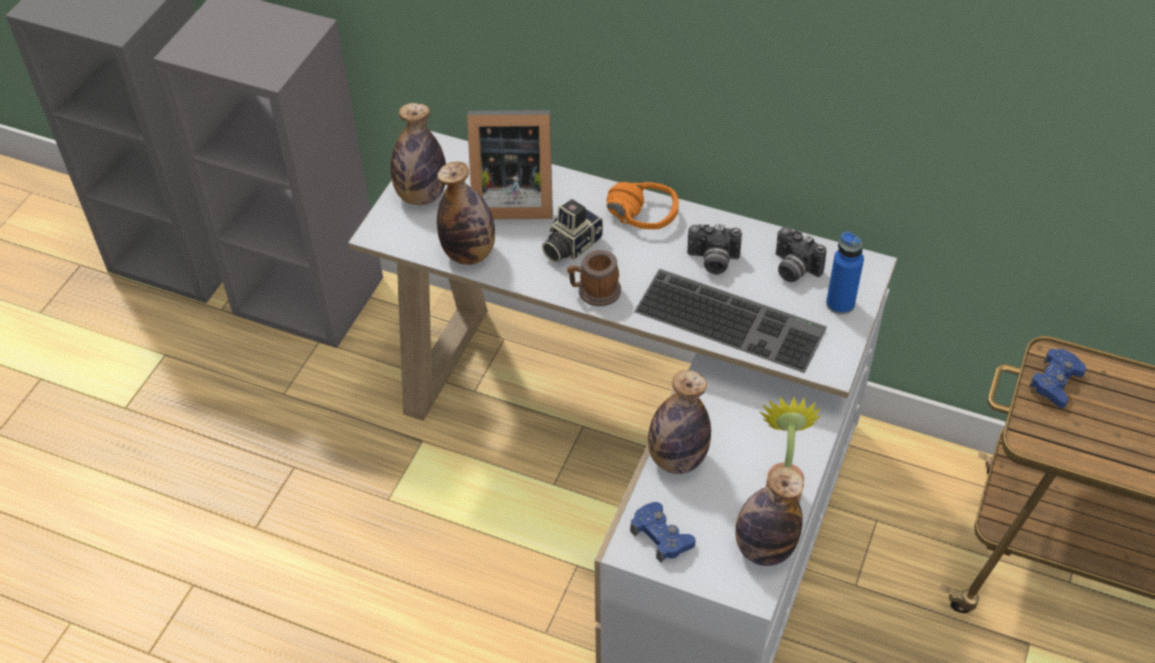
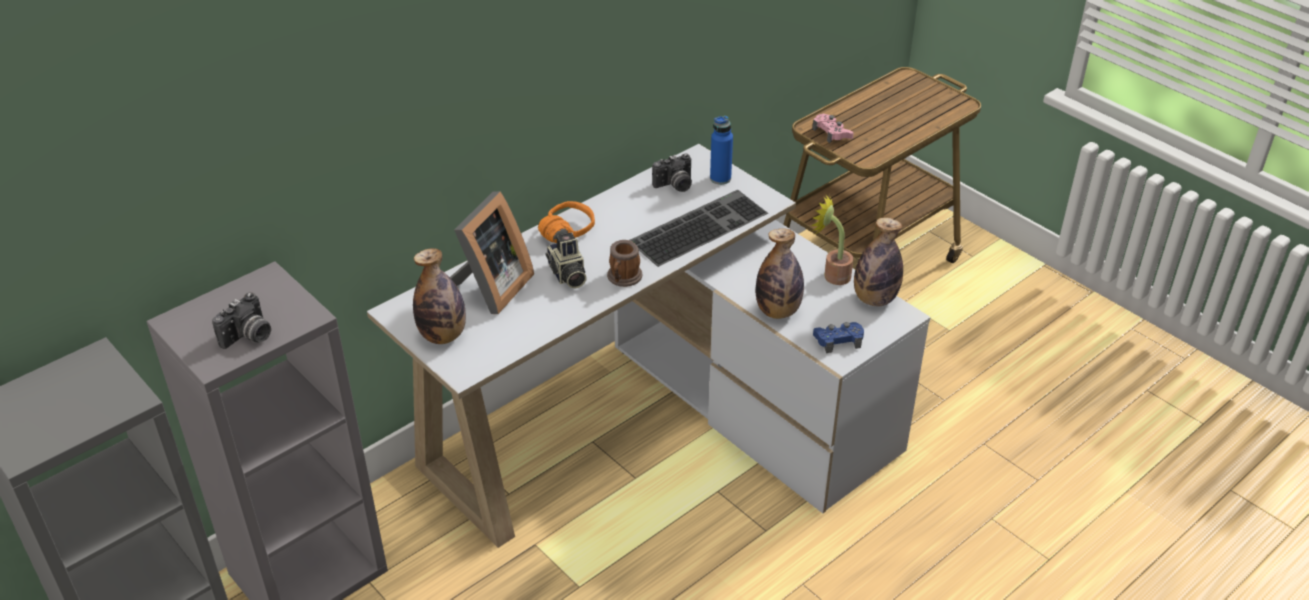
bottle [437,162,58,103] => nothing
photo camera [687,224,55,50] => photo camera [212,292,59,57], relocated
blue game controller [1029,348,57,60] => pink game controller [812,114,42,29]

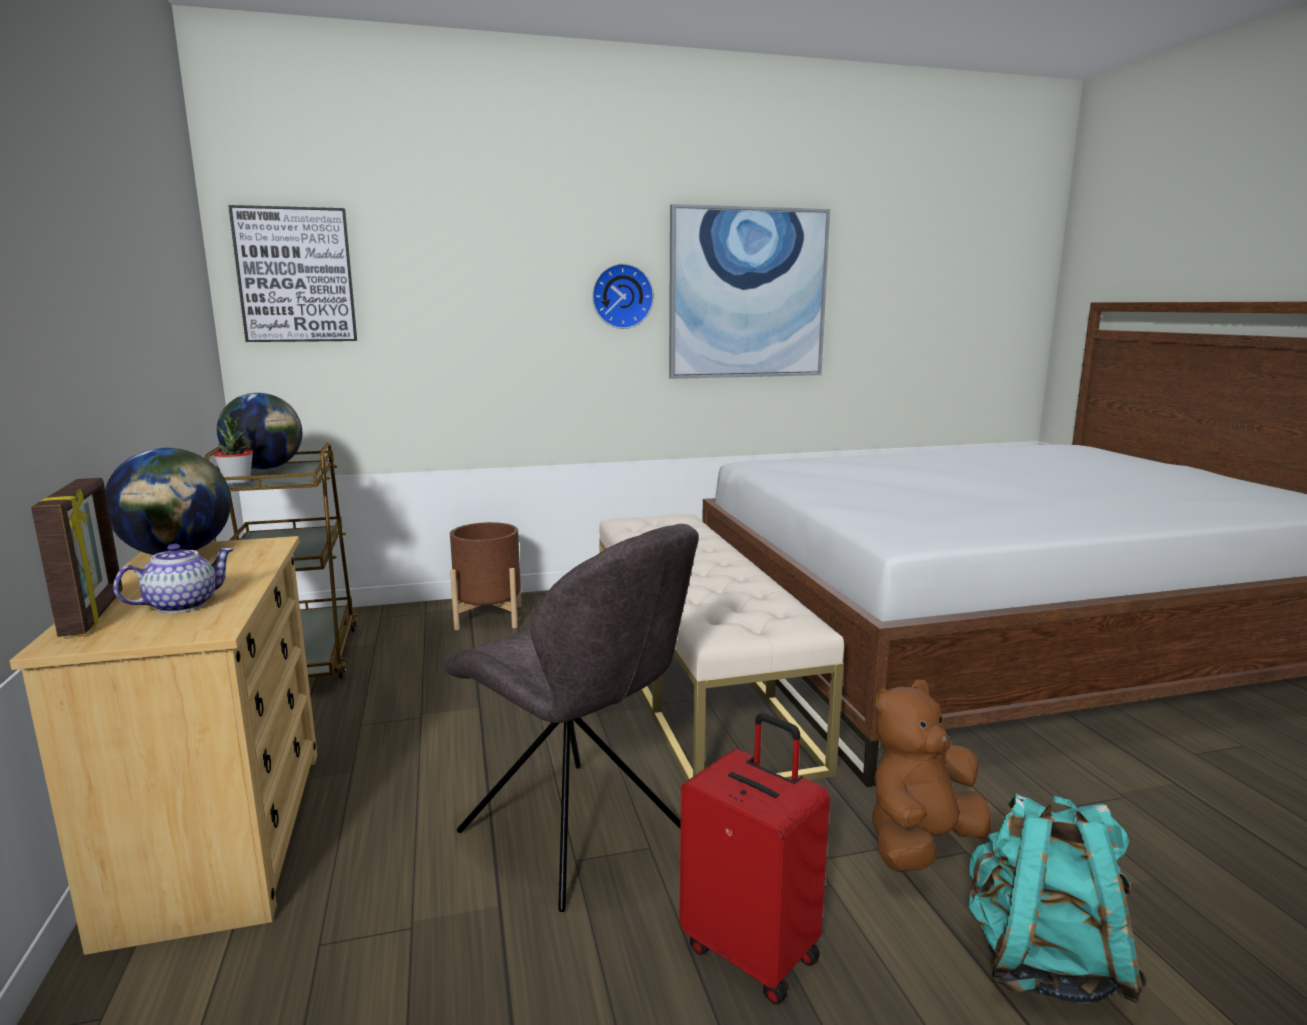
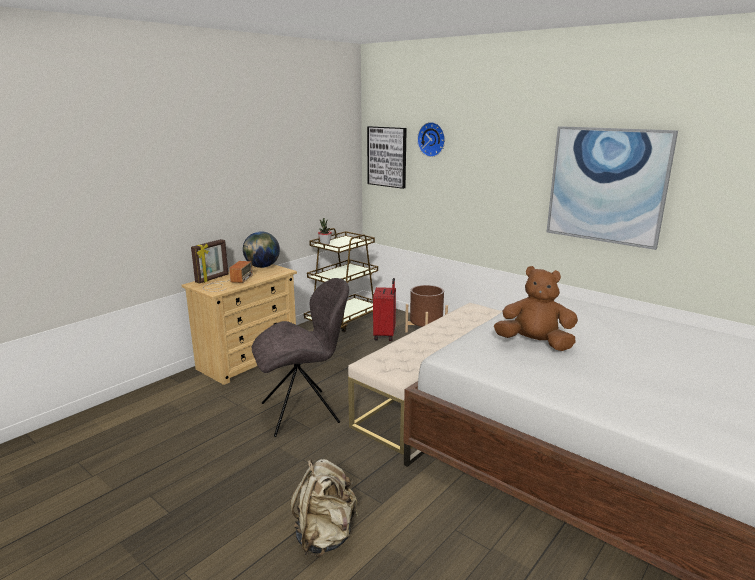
wall clock [592,263,62,66] => wall clock [417,122,28,35], relocated
globe [217,393,85,77] => nothing
grey chair [443,524,256,388] => grey chair [252,278,97,159], 120 degrees counterclockwise
teapot [113,544,121,69] => radio [203,261,50,31]
brown plush toy [872,679,119,193] => brown plush toy [494,266,84,85], relocated
red suitcase [679,713,151,292] => red suitcase [373,278,23,63], relocated
turquoise backpack [968,793,180,211] => beige backpack [290,459,68,98]

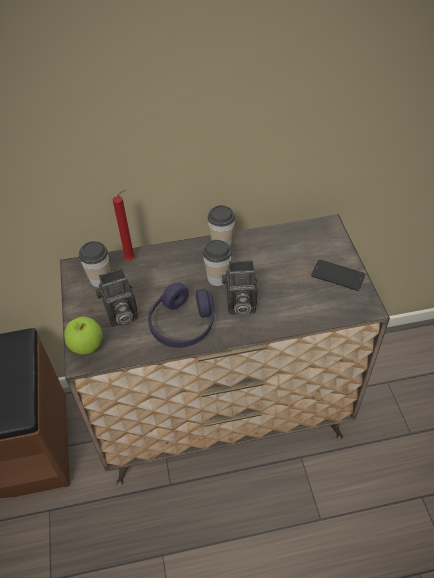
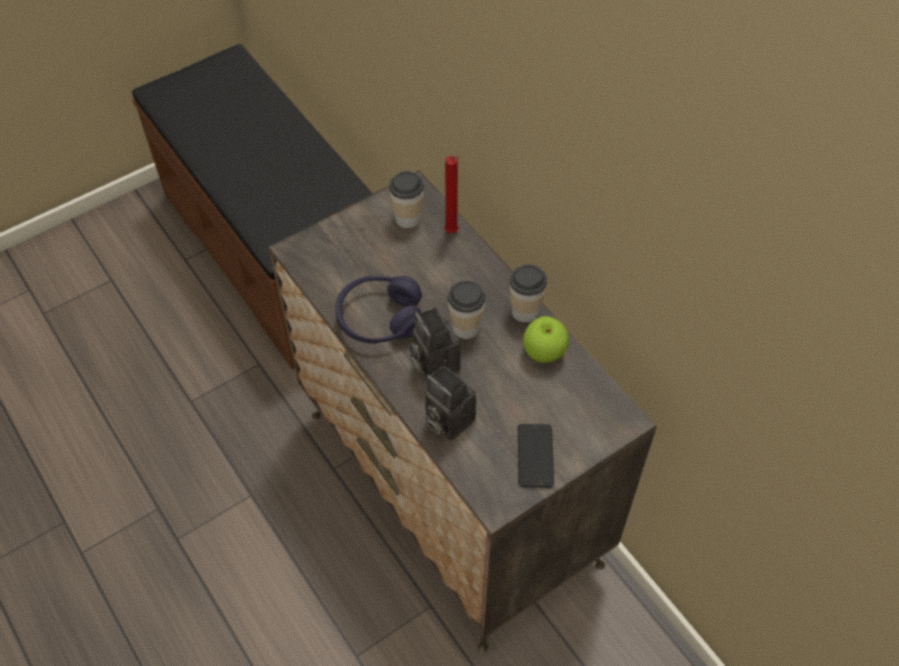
photo camera [95,268,43,59] => photo camera [425,365,51,76], relocated
apple [64,317,38,38] => apple [523,316,46,47], relocated

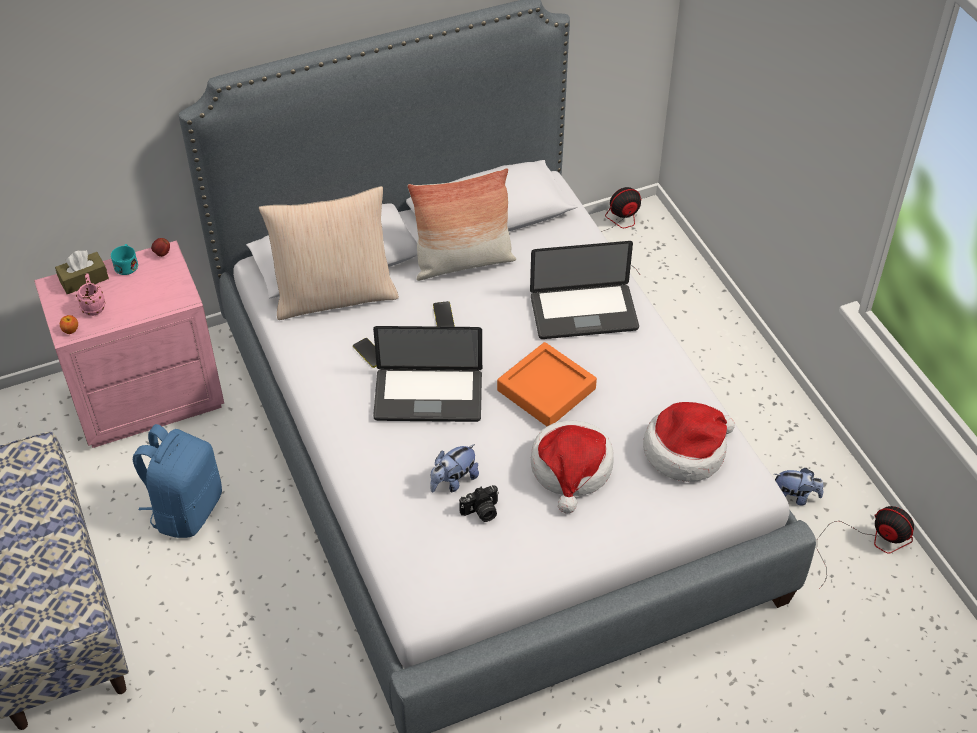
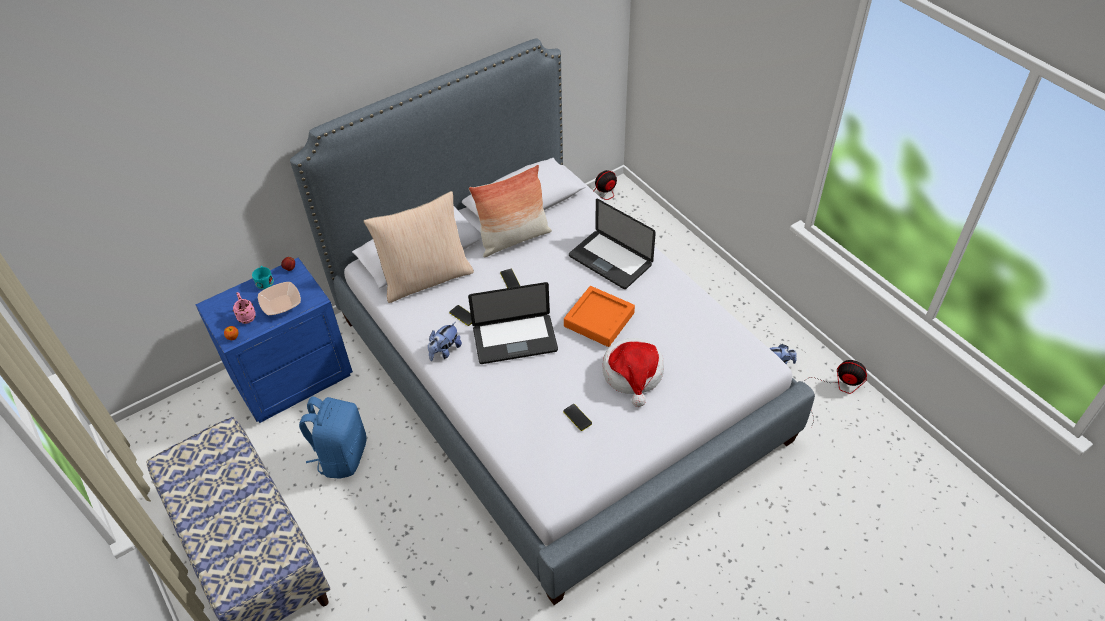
pink nightstand [34,240,190,208] => blue nightstand [196,257,157,166]
laptop [530,241,109,98] => laptop [569,199,87,90], 60 degrees clockwise
brown tissue box [55,250,54,44] => nothing
hat [643,402,92,80] => nothing
plush toy [430,444,49,48] => plush toy [428,322,34,39], relocated
photo camera [459,485,40,37] => phone [563,404,29,27]
nothing => bowl [258,282,43,33]

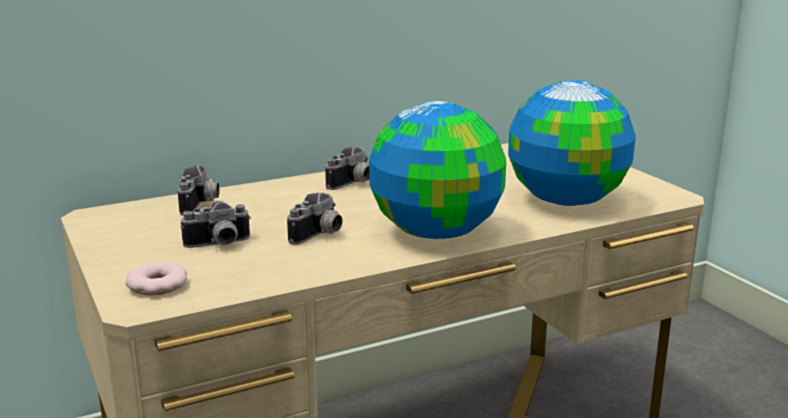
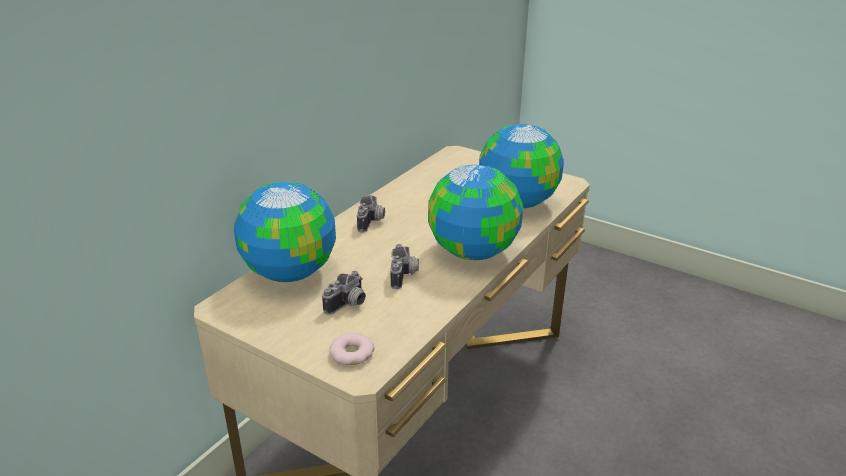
photo camera [178,165,42,50] => globe [234,182,102,100]

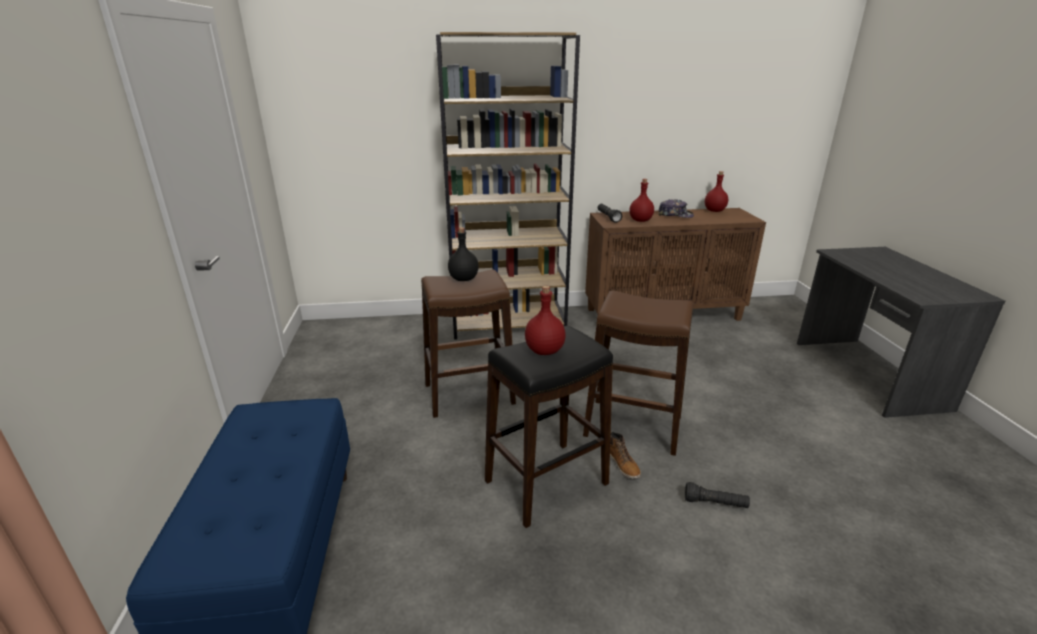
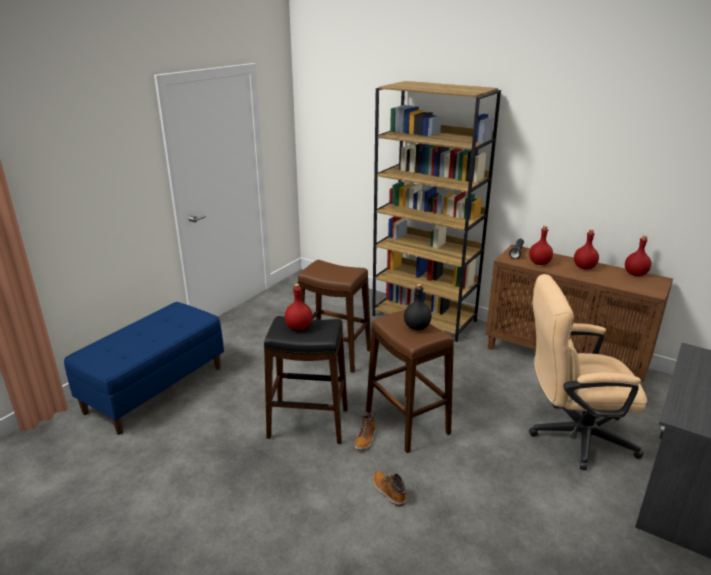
cap [658,199,36,19] => red bottle [574,229,25,40]
black bottle [448,227,31,54] => black bottle [404,284,28,46], relocated
black flashlight [685,482,65,26] => boot [373,471,33,35]
nothing => beige office chair [529,274,118,196]

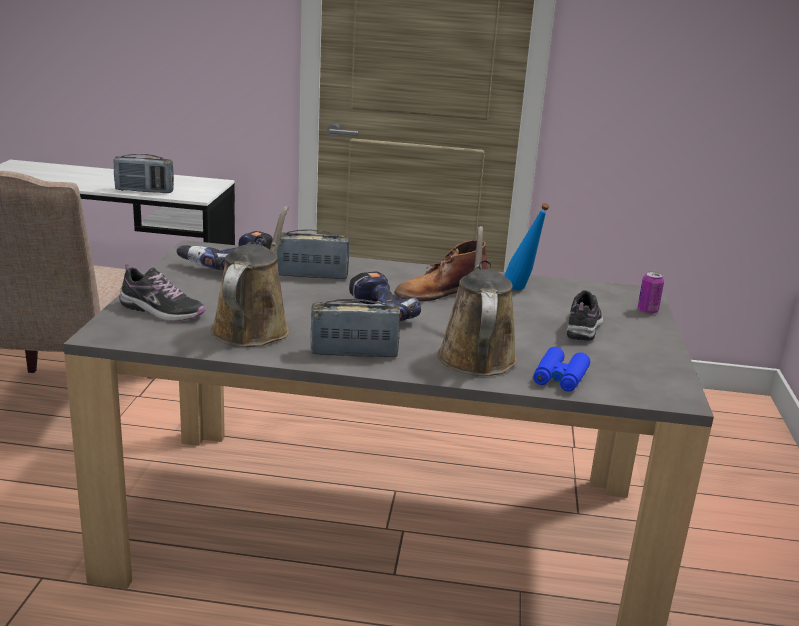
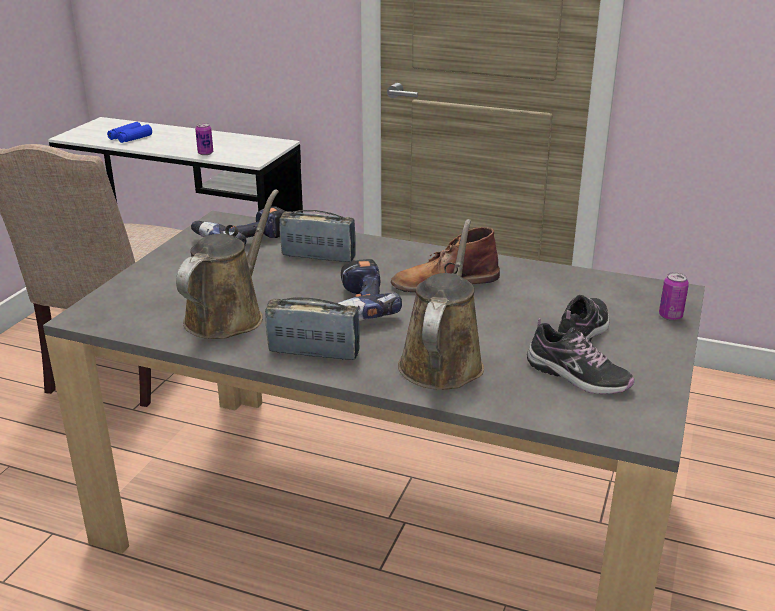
radio [114,154,60,39] => can [195,123,18,32]
blue bottle [504,203,46,87] => nothing
shoe [119,263,86,58] => shoe [527,318,107,76], relocated
blue binoculars [533,347,57,45] => blue binoculars [107,122,45,21], relocated

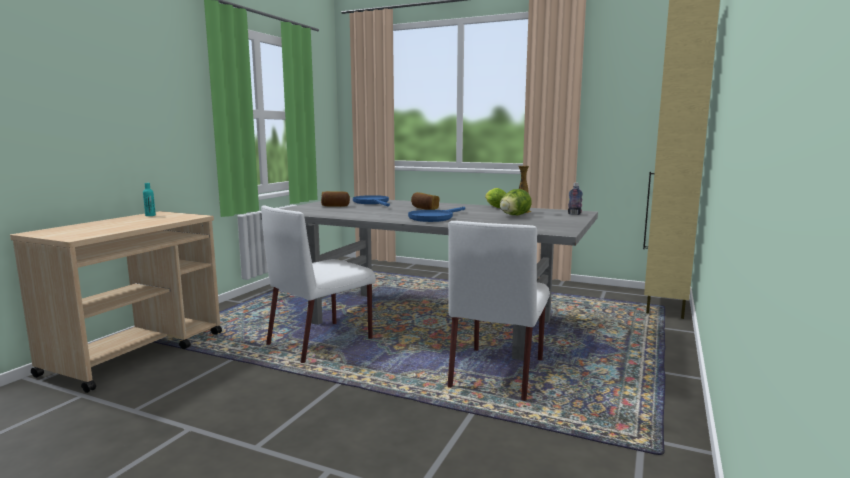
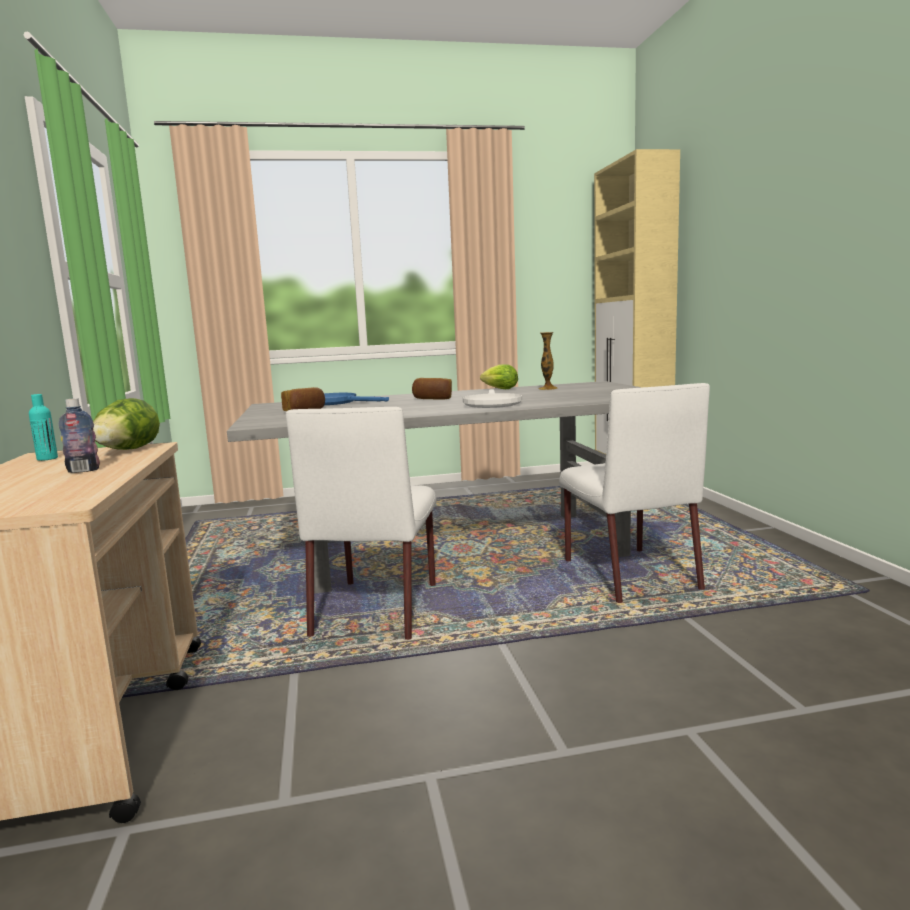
bottle [568,183,15,32] => bottle [59,398,41,75], relocated
lettuce [500,189,32,26] => lettuce [93,398,67,52], relocated
blue frying pan [408,207,57,15] => white frying pan [463,389,59,19]

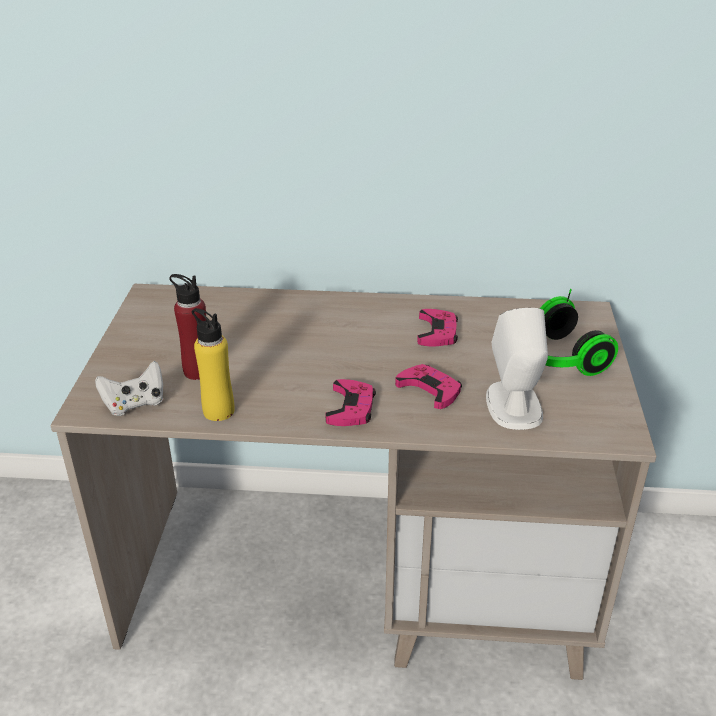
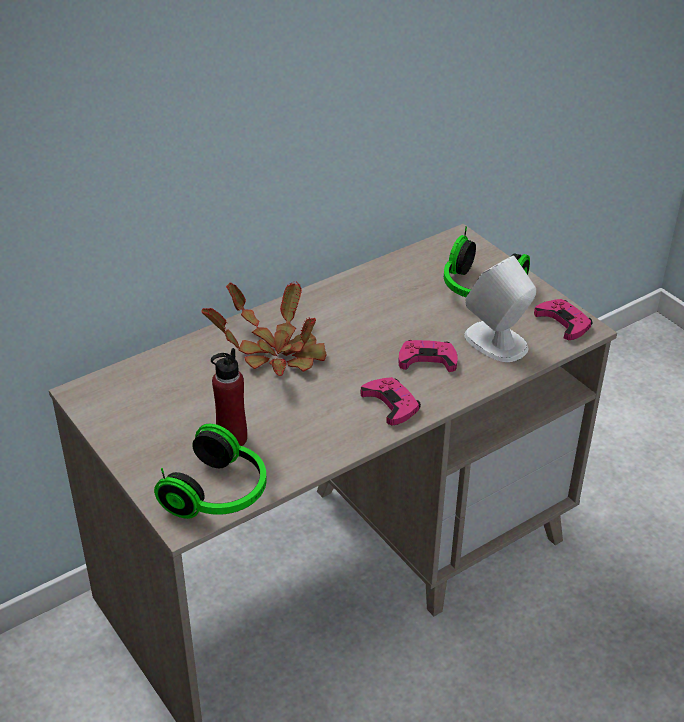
yellow bottle [192,308,42,113] => nothing
pink game controller [417,309,41,38] => pink game controller [534,299,58,41], relocated
white game controller [95,361,68,55] => headphones [154,424,113,95]
nothing => potted plant [201,282,126,94]

